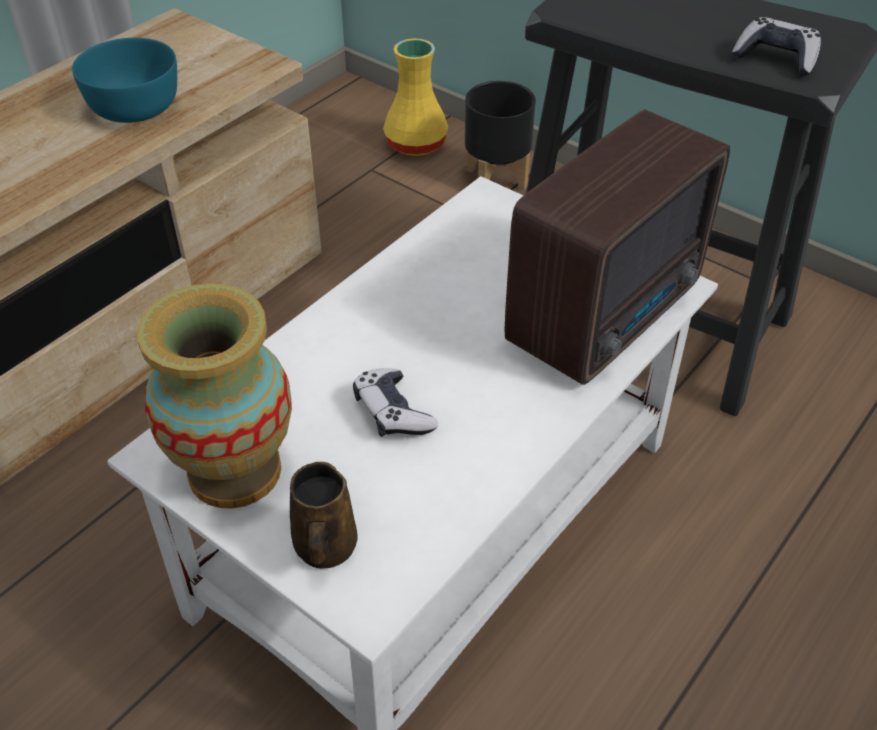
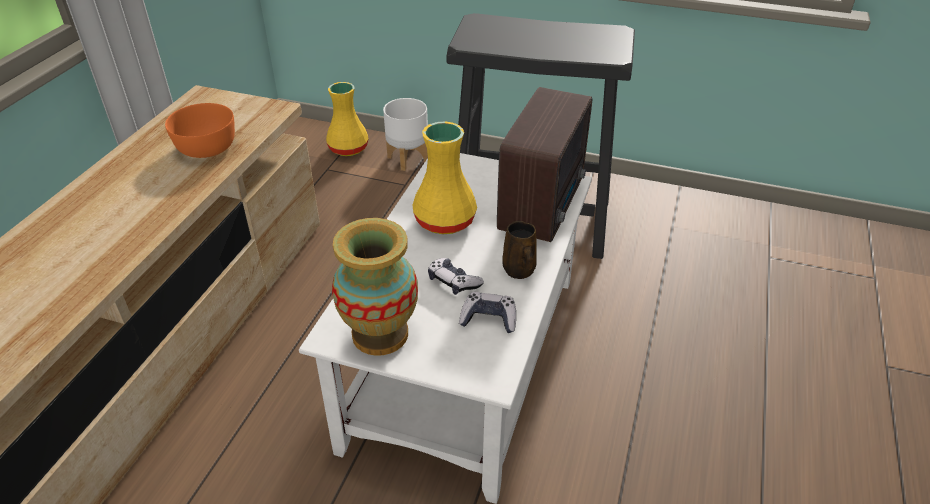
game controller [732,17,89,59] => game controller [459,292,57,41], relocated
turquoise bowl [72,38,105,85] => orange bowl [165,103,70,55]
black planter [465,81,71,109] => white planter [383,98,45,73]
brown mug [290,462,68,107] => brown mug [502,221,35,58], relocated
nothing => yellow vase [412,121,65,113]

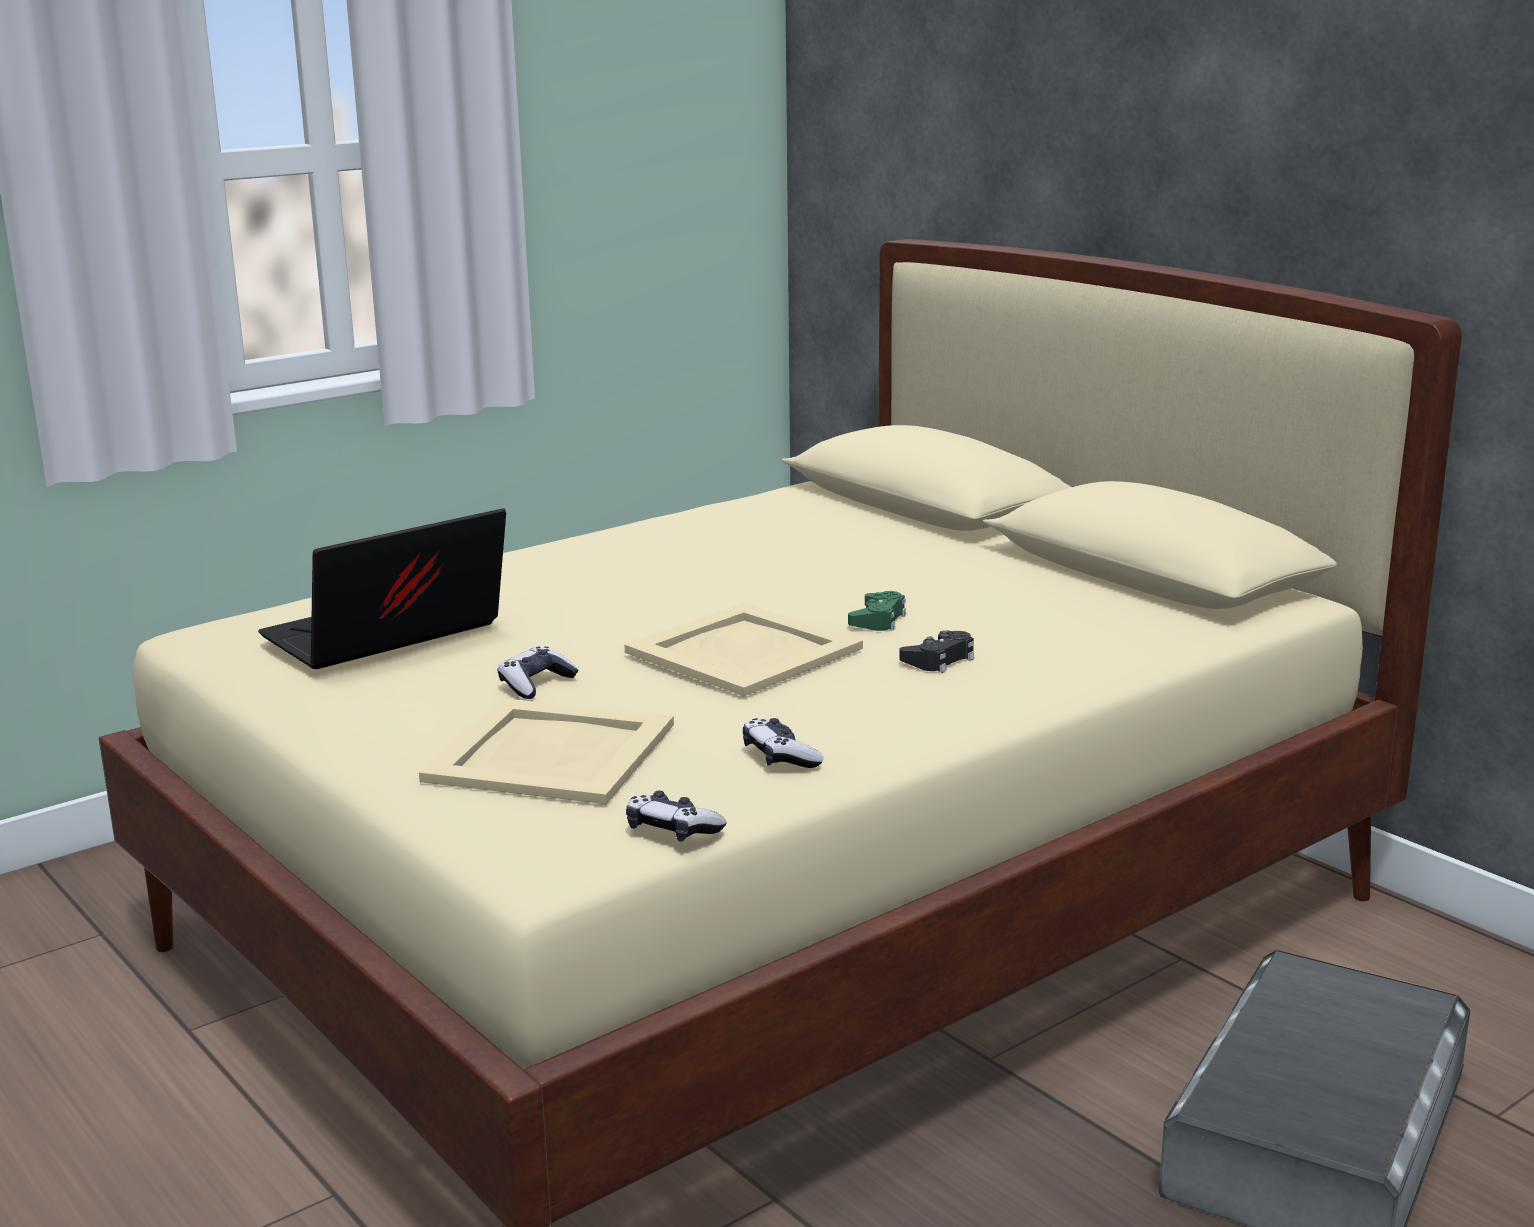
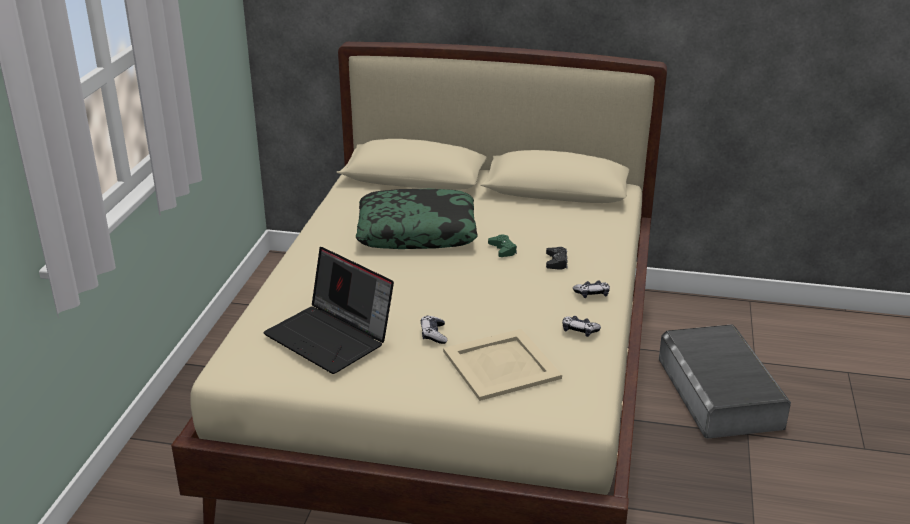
laptop [258,508,248,161] => laptop [263,247,131,127], 60 degrees counterclockwise
beige tray [625,603,238,93] => nothing
game controller [626,790,100,52] => game controller [573,280,37,18], relocated
nothing => pillow [356,189,122,60]

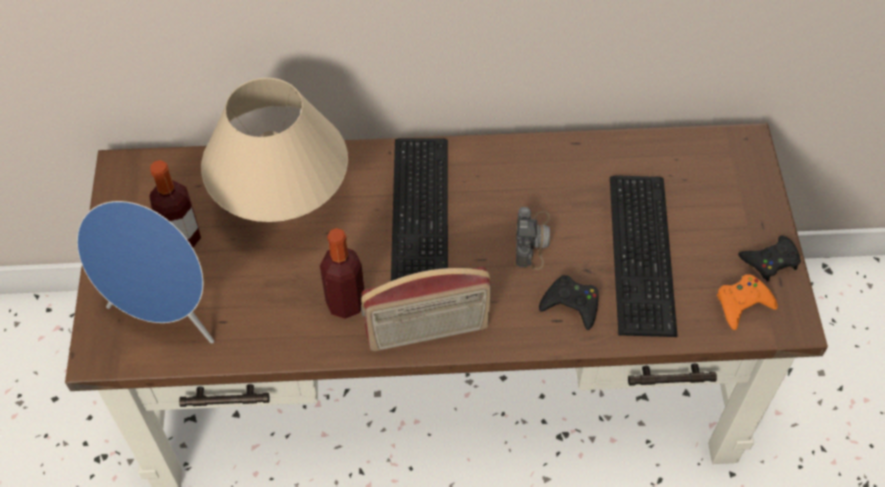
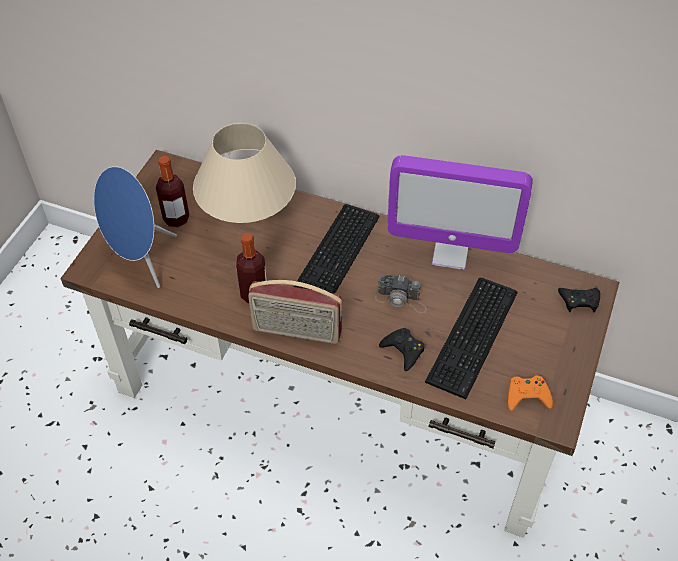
photo camera [516,207,35,63] => photo camera [375,275,52,38], 75 degrees clockwise
black game controller [738,235,63,47] => black game controller [558,288,42,24], relocated
nothing => monitor [387,155,146,115]

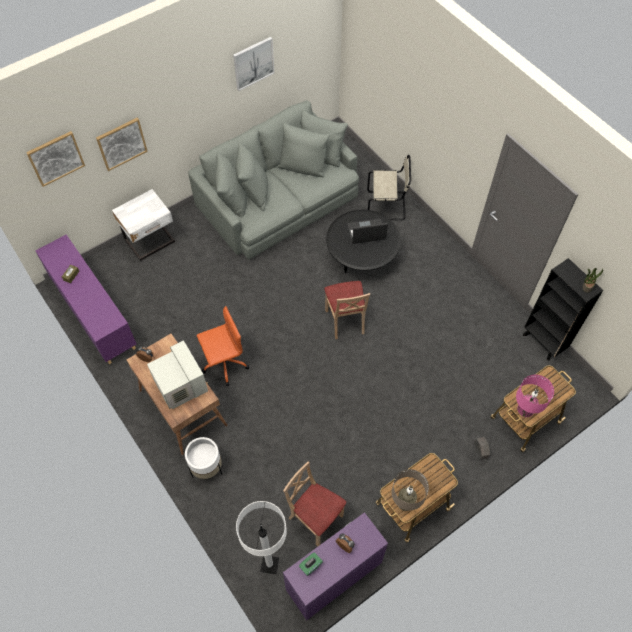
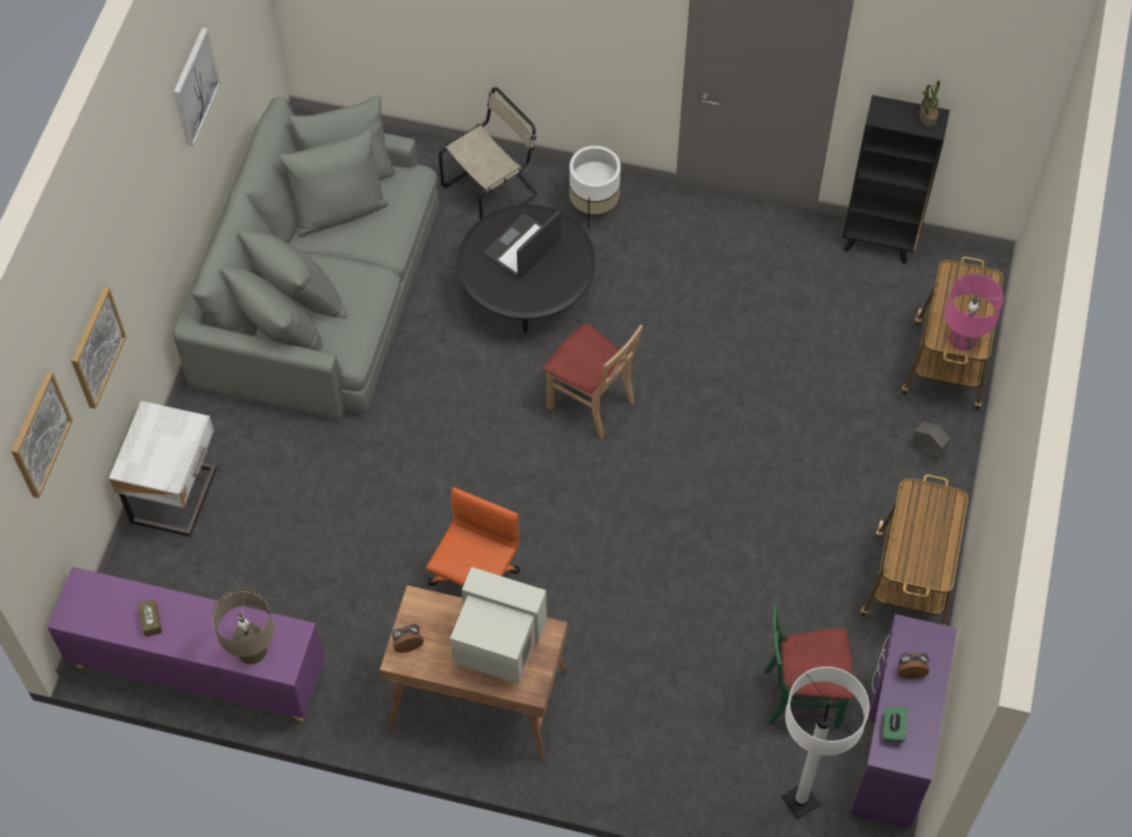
white planter [185,437,37,42] => white planter [569,146,52,82], relocated
beige chair [283,462,63,84] => green chair [764,604,89,124]
beige table lamp [391,469,38,42] => beige table lamp [211,589,63,75], relocated

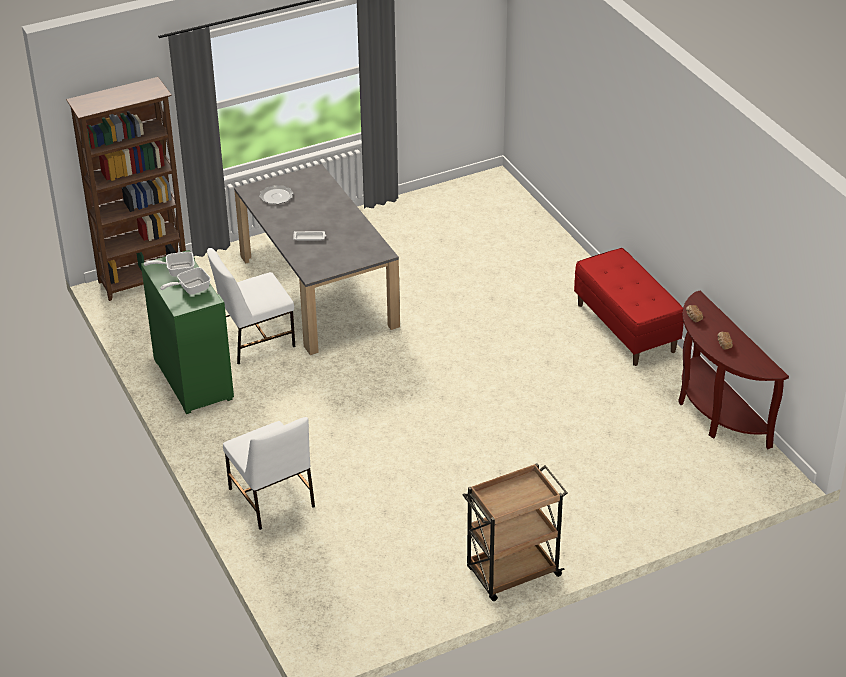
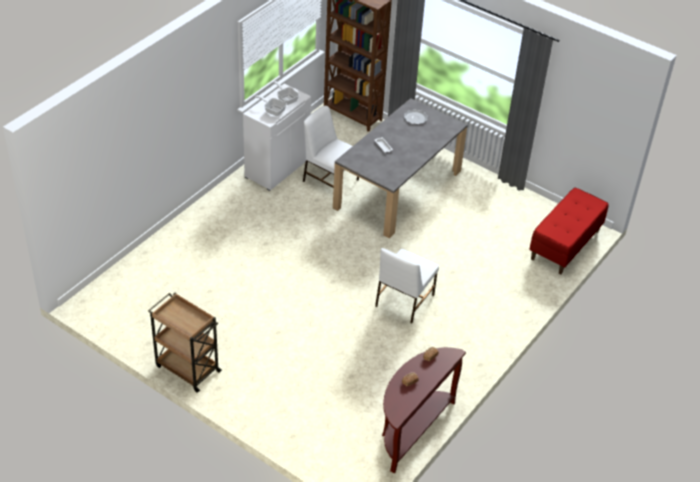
red bench [574,248,110,118] => red bench [529,187,80,87], relocated
green cabinet [141,250,93,164] => white cabinet [243,83,68,108]
white chair [223,417,92,113] => white chair [375,248,64,76], relocated

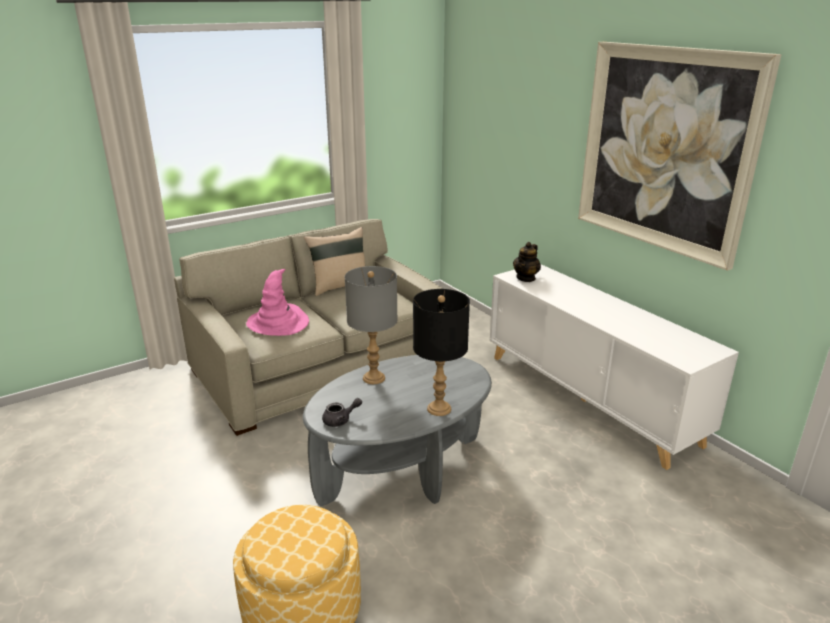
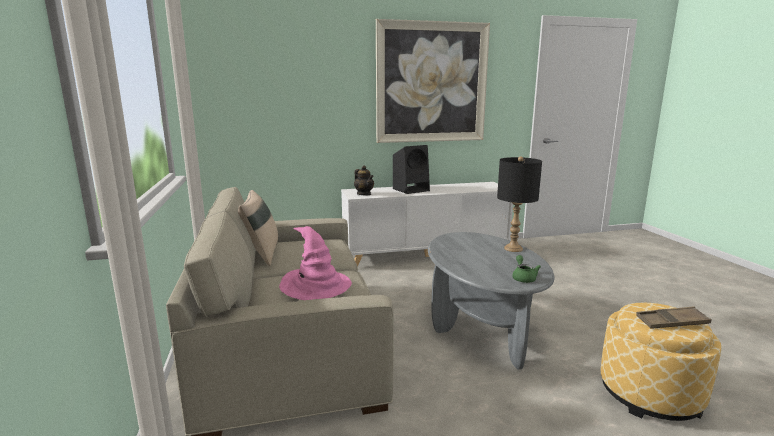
grey table lamp [345,266,53,118] => nothing
grey teapot [322,398,40,29] => green teapot [512,255,29,28]
nothing => black speaker [393,145,37,49]
nothing => brown tray [636,306,76,22]

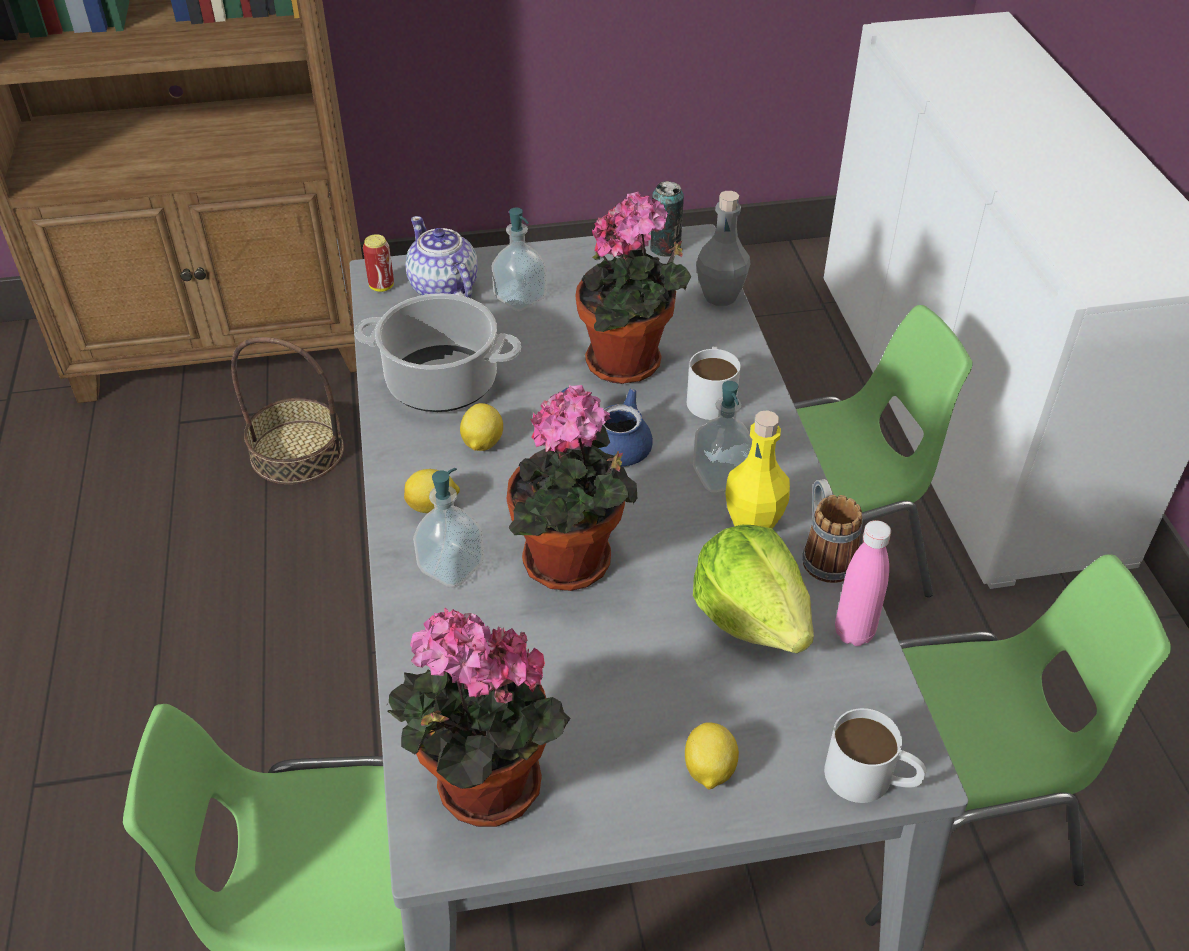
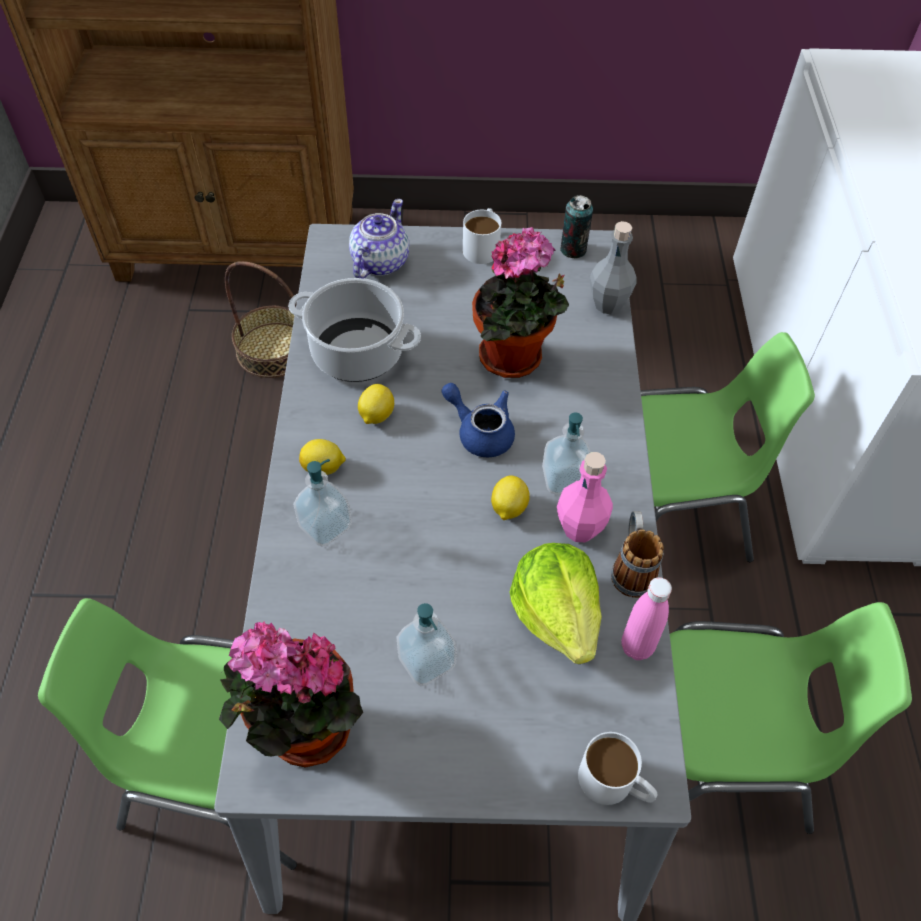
soap dispenser [492,207,55,104] => soap dispenser [396,603,61,83], relocated
teapot [406,216,72,82] => teapot [349,199,60,80], 45 degrees clockwise
can [363,234,31,58] => nothing
white mug [687,347,53,73] => white mug [463,208,38,56], relocated
potted plant [506,384,131,207] => nothing
yellow bottle [725,410,65,119] => pink bottle [557,452,56,90]
lemon [685,722,54,68] => lemon [491,475,39,45], relocated

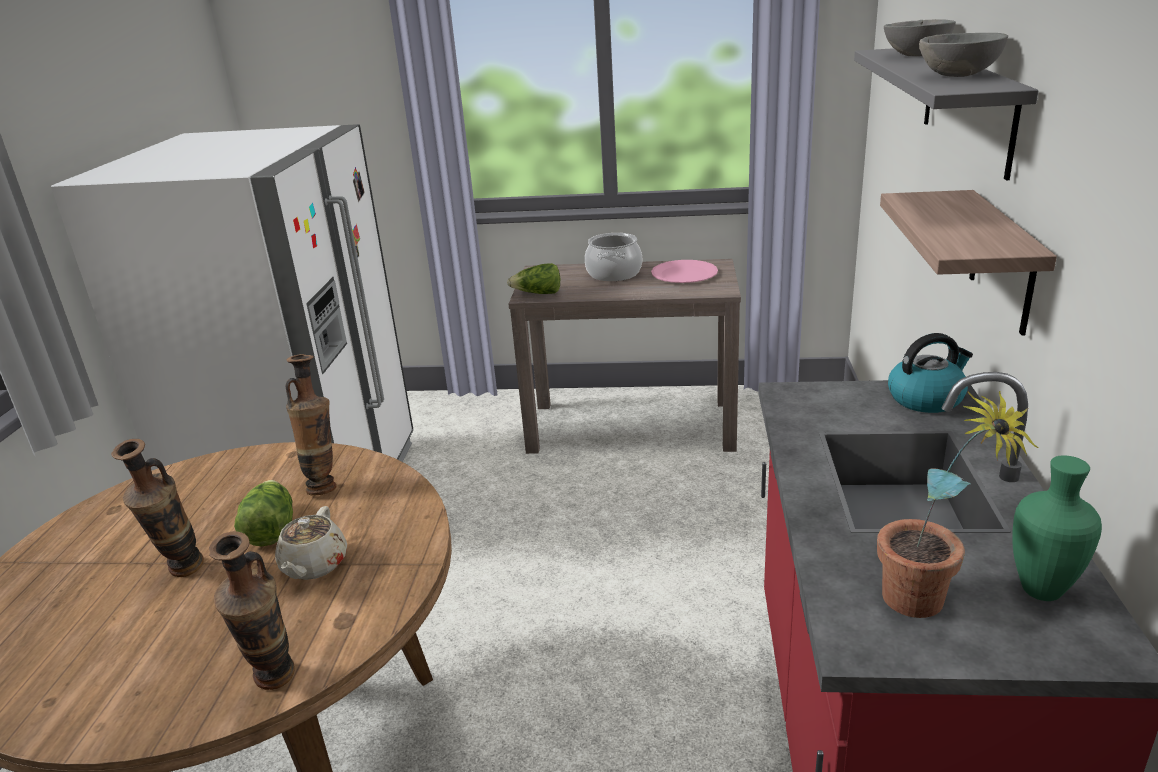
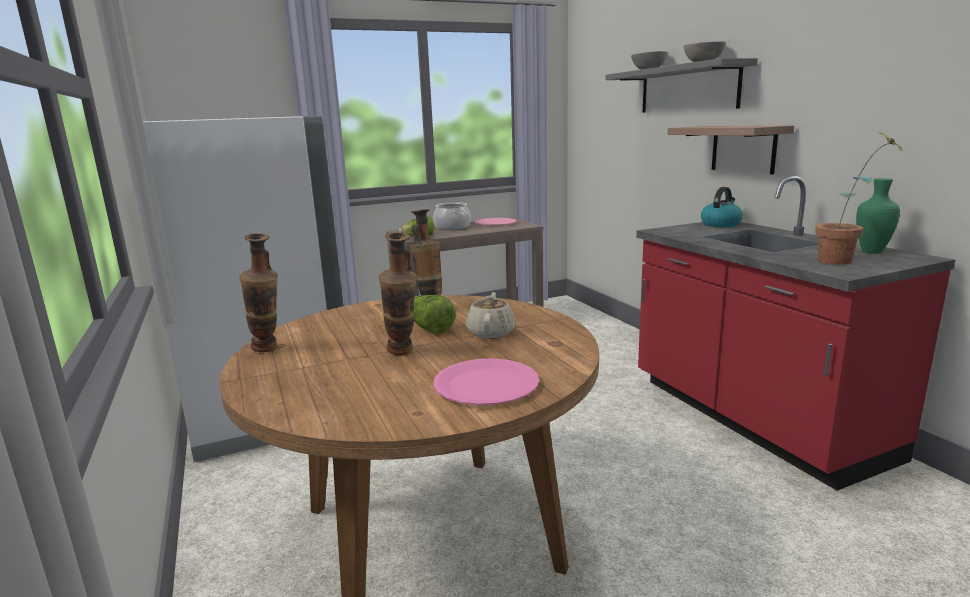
beige teapot [275,506,72,74] => beige teapot [466,292,50,47], 150 degrees counterclockwise
vase [209,531,86,159] => vase [239,233,39,119], relocated
nothing => pink plate [433,358,107,47]

